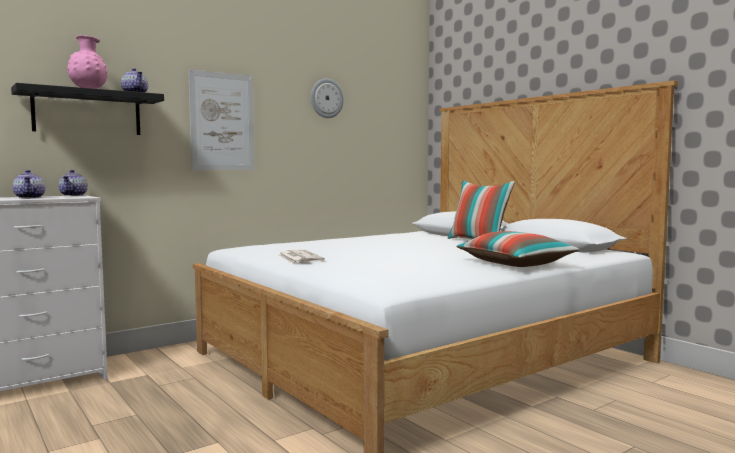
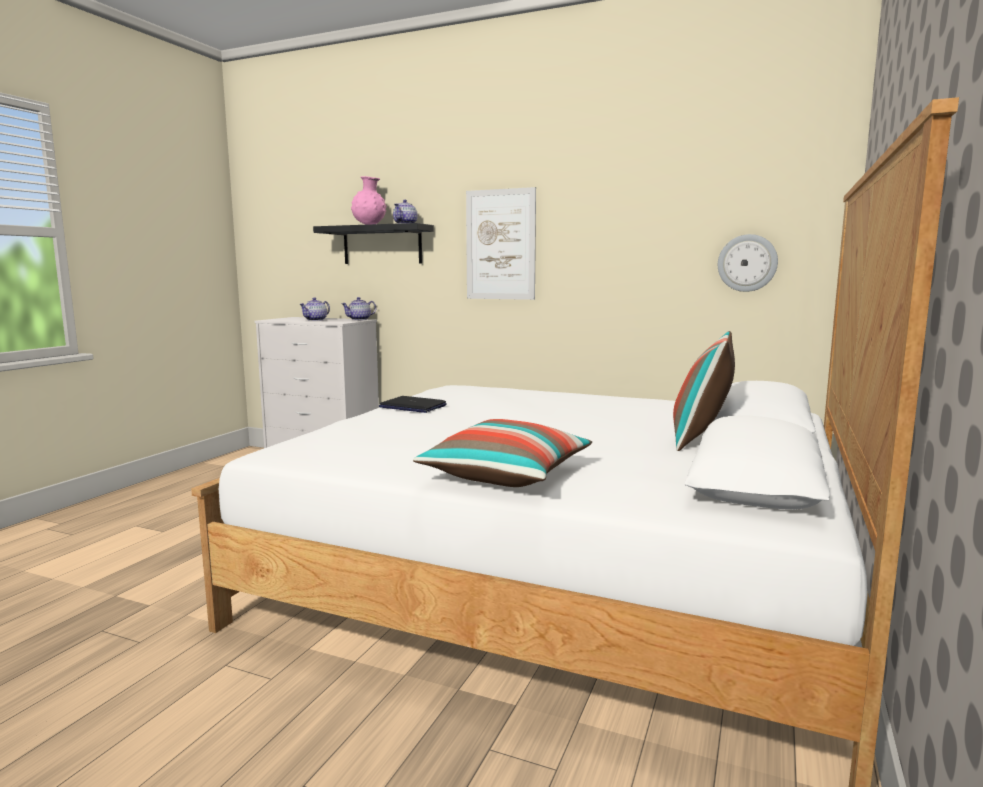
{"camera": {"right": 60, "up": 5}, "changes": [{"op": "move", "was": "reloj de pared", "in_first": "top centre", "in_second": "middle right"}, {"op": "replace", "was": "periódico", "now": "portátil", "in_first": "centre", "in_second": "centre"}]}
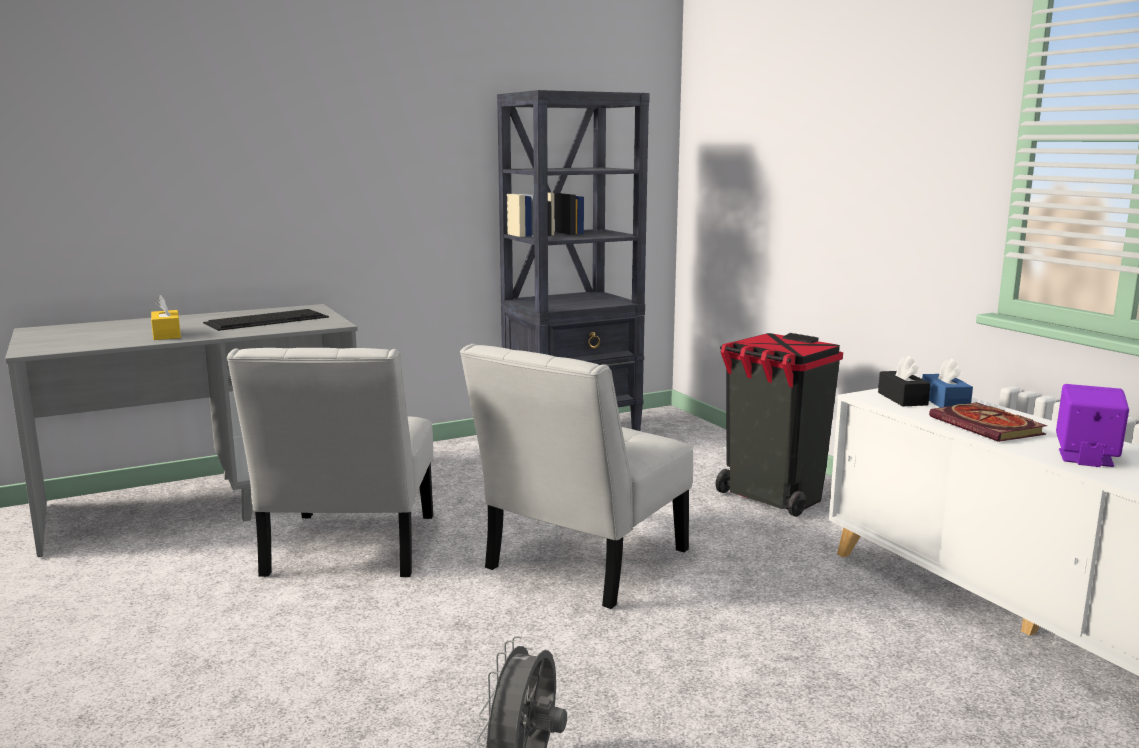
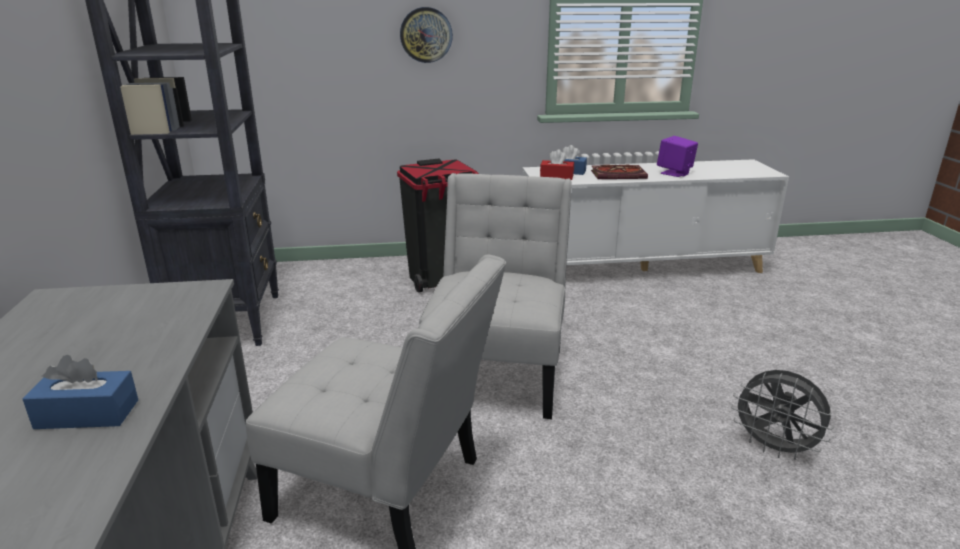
{"camera": {"right": -70, "up": 10}, "changes": [{"op": "delete", "was": "teclado", "in_first": "middle left"}, {"op": "insert", "now": "reloj de pared", "in_second": "top centre"}, {"op": "recolor", "was": "caja de pañuelos/amarillo", "now": "caja de pañuelos/azul (1st from left)", "in_first": "middle left", "in_second": "bottom left"}, {"op": "recolor", "was": "caja de pañuelos/negro", "now": "caja de pañuelos/rojo", "in_first": "middle right", "in_second": "top centre"}, {"op": "rotate", "was": "silla/blanco (2nd from left)", "in_first": "centre", "in_second": "centre", "clockwise": -135}]}
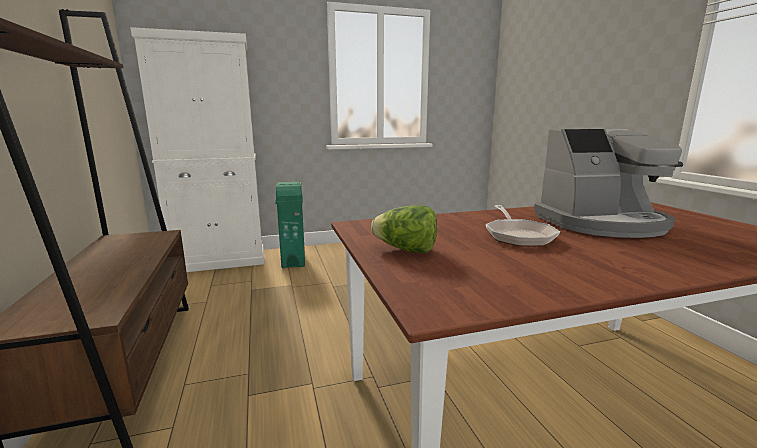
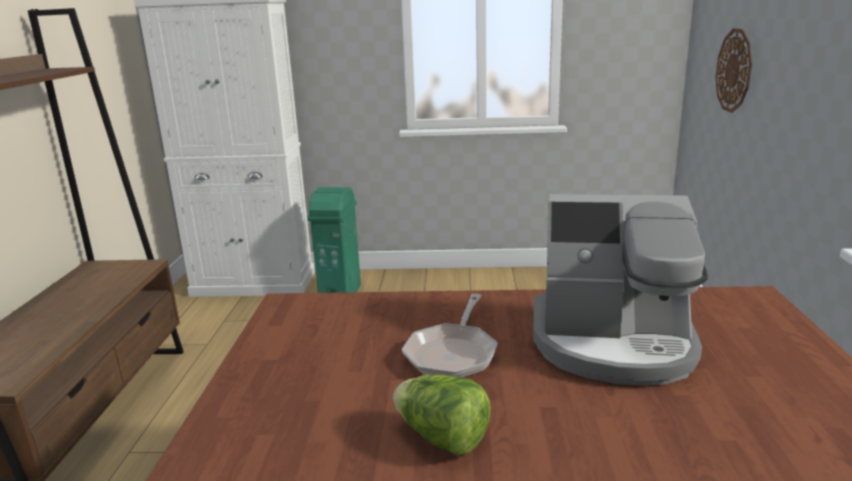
{"camera": {"right": 20, "up": 5}, "changes": [{"op": "insert", "now": "reloj de pared", "in_second": "top right"}, {"op": "move", "was": "lechuga", "in_first": "centre", "in_second": "bottom centre"}]}
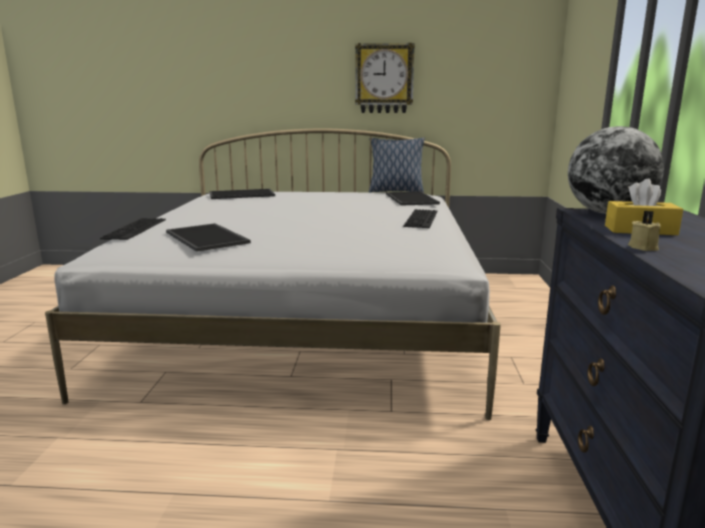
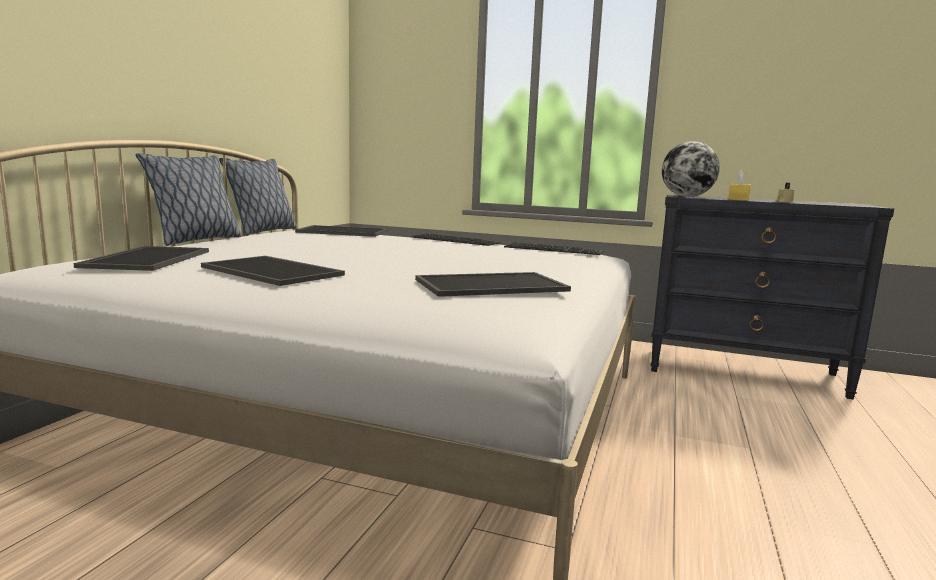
{"camera": {"right": -75, "up": -5}, "changes": [{"op": "delete", "was": "reloj de pared", "in_first": "top centre"}, {"op": "insert", "now": "cojín (1st from left)", "in_second": "middle left"}, {"op": "insert", "now": "bandeja (2nd from left)", "in_second": "middle left"}, {"op": "move", "was": "teclado (1st from left in the first image)", "now": "teclado (2nd from left)", "in_first": "middle left", "in_second": "centre"}]}
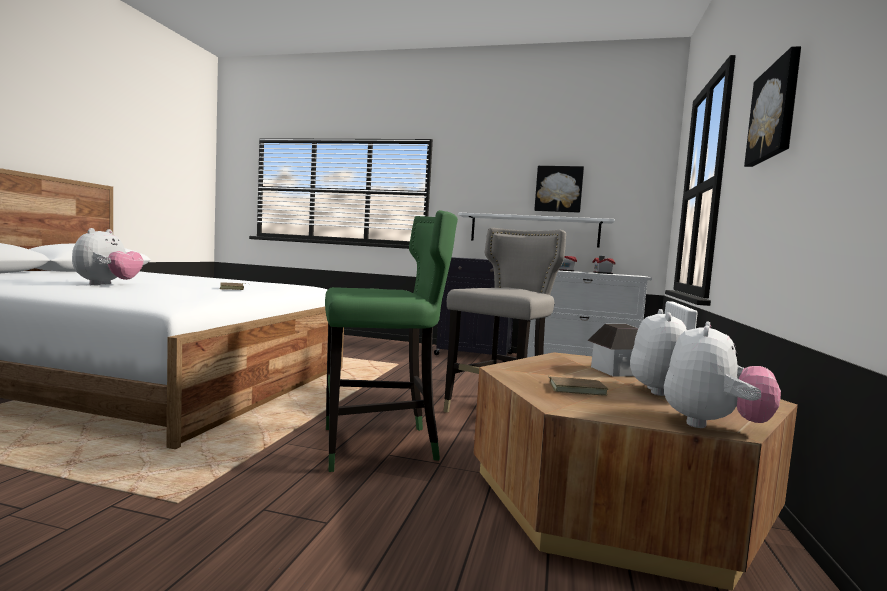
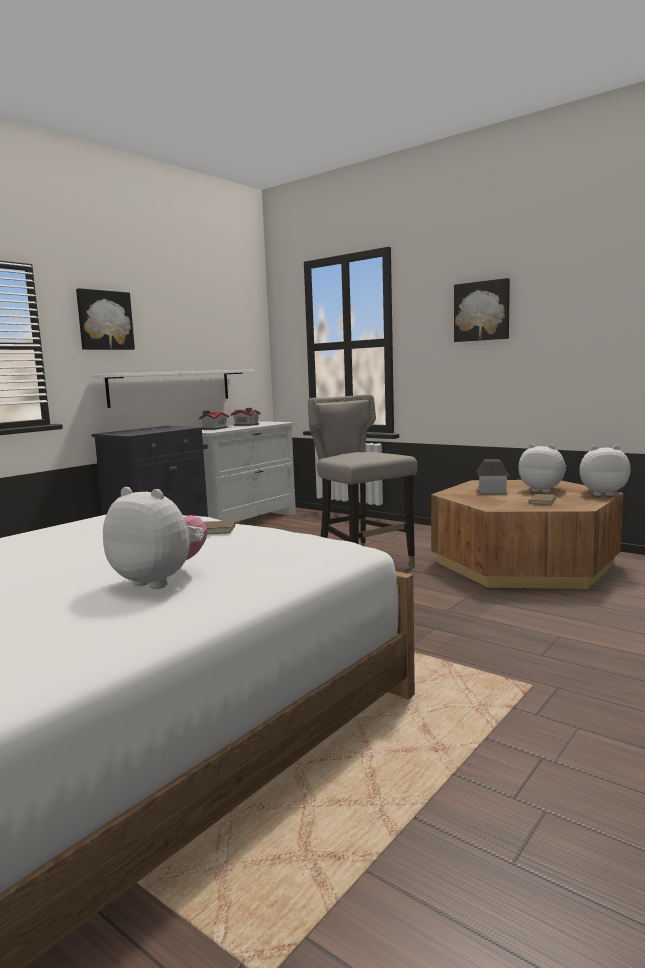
{"camera": {"right": -65, "up": 5}, "changes": [{"op": "delete", "was": "taburete/verde", "in_first": "centre"}, {"op": "move", "was": "cuadro (1st from left)", "in_first": "top centre", "in_second": "top left"}, {"op": "rotate", "was": "peluche (3rd from left)", "in_first": "middle right", "in_second": "middle right", "clockwise": -45}]}
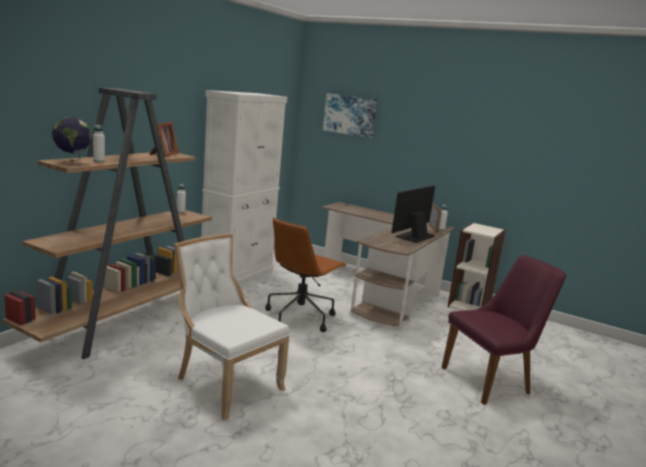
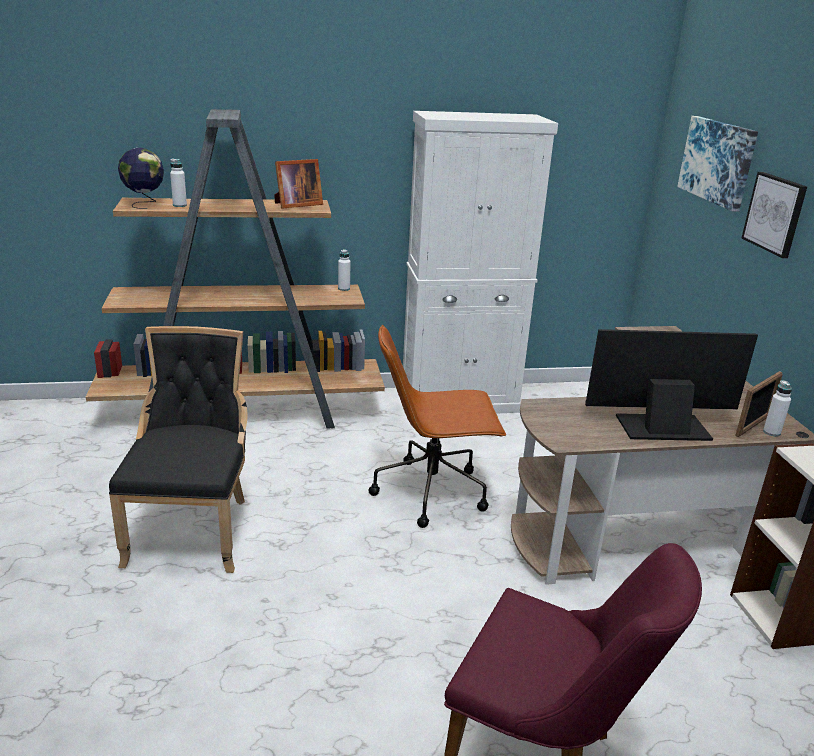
{"camera": {"right": 50, "up": 10}, "changes": [{"op": "insert", "now": "cuadro (2nd from left)", "in_second": "top right"}, {"op": "recolor", "was": "silla/blanco", "now": "silla/negro", "in_first": "bottom centre", "in_second": "middle left"}]}
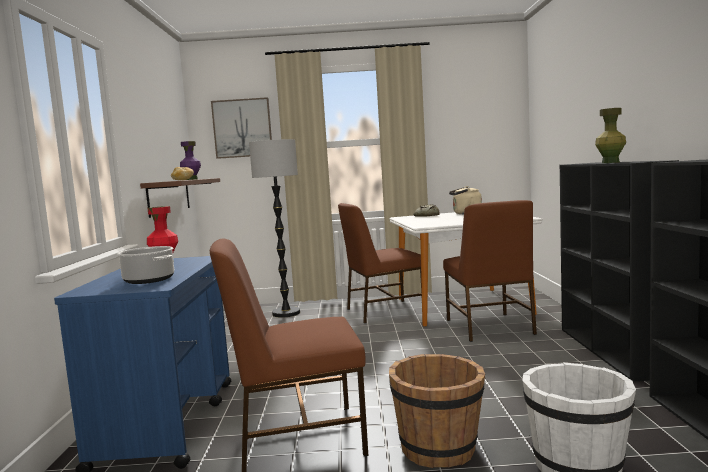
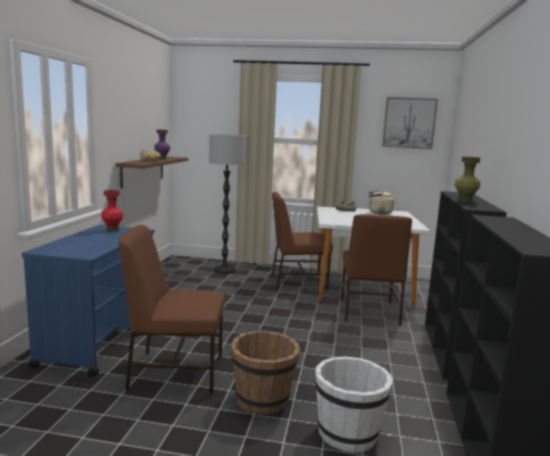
{"camera": {"right": 10, "up": 5}, "changes": [{"op": "delete", "was": "olla", "in_first": "middle left"}, {"op": "move", "was": "cuadro", "in_first": "top centre", "in_second": "top right"}]}
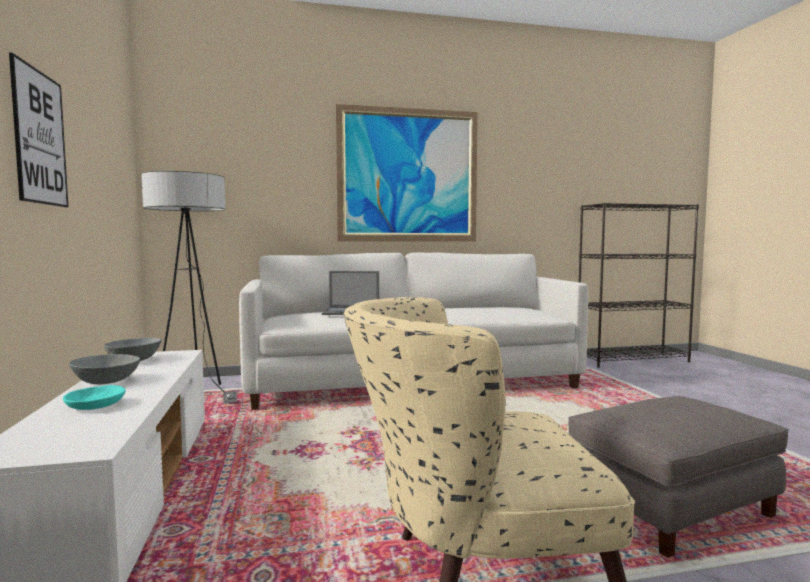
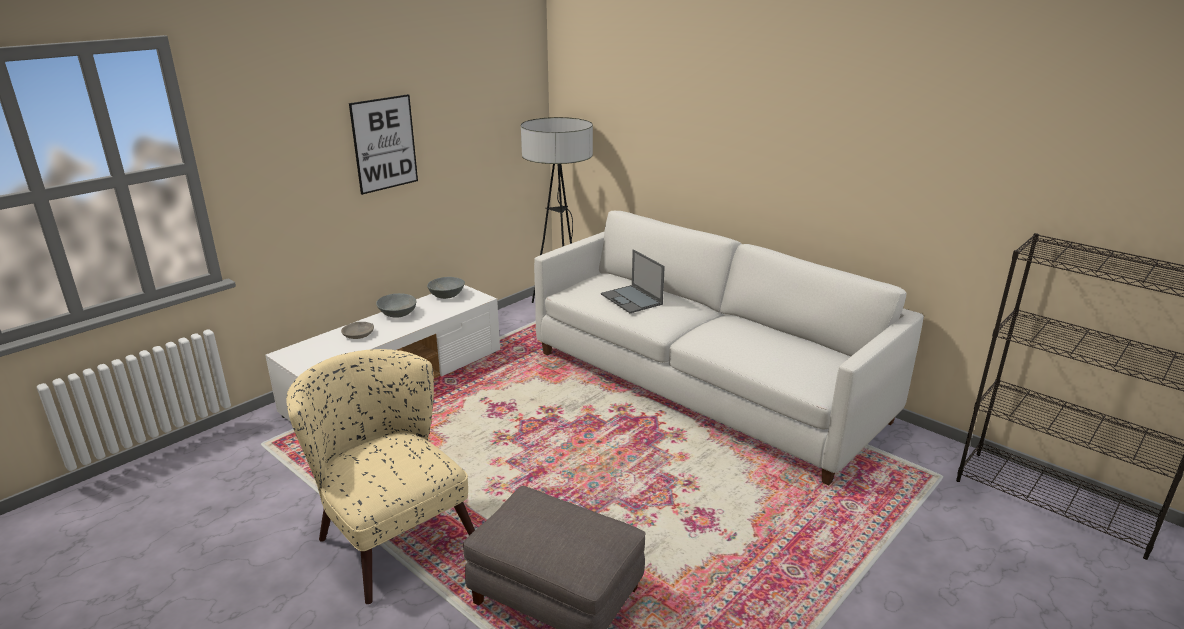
{"camera": {"right": 55, "up": 20}, "changes": [{"op": "delete", "was": "cuadro (2nd from left)", "in_first": "top centre"}, {"op": "recolor", "was": "cuenco/turquesa", "now": "cuenco/gris (1st from left)", "in_first": "bottom left", "in_second": "middle left"}]}
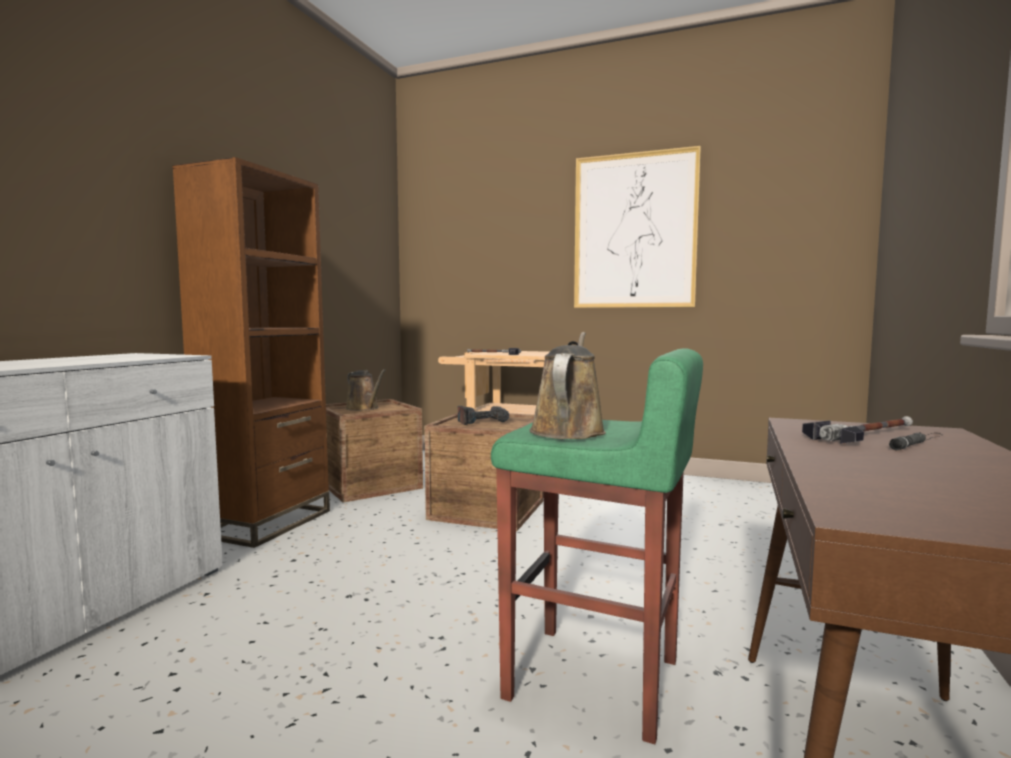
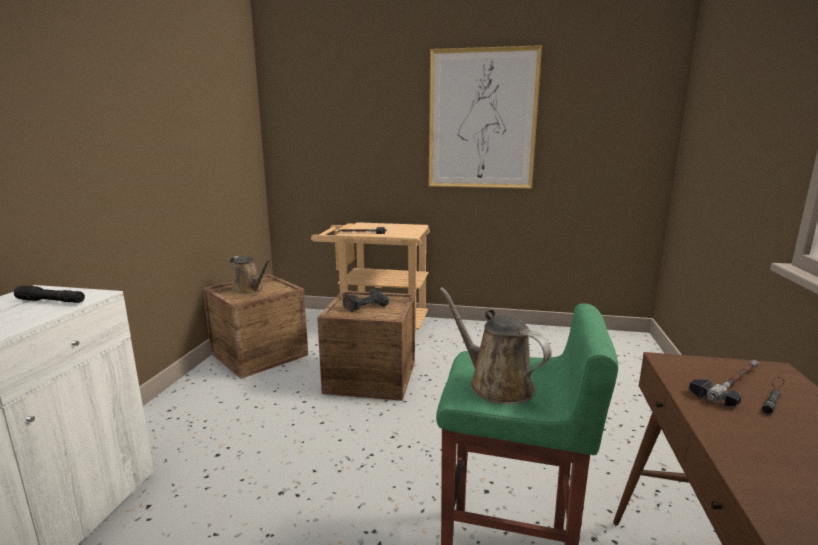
{"camera": {"right": -10, "up": 10}, "changes": [{"op": "delete", "was": "estantería/marrón", "in_first": "middle left"}, {"op": "insert", "now": "linterna/negro (1st from left)", "in_second": "middle left"}, {"op": "rotate", "was": "regadera/marrón (2nd from left)", "in_first": "centre", "in_second": "centre", "clockwise": -45}]}
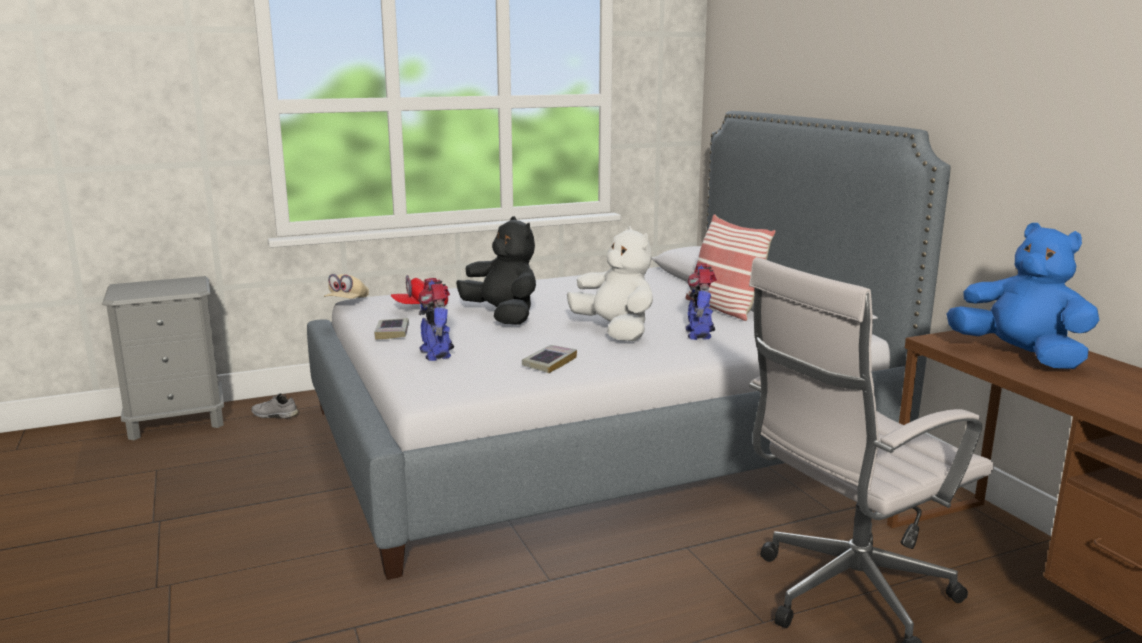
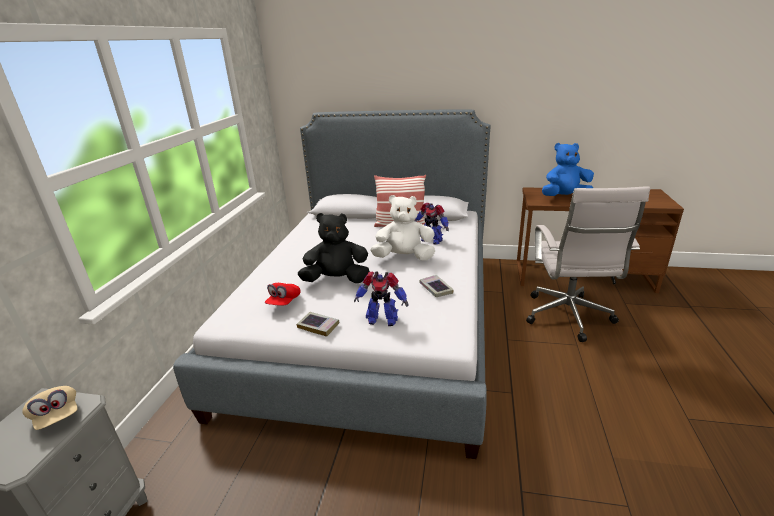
{"camera": {"right": -55, "up": 10}, "changes": [{"op": "delete", "was": "zapato/gris", "in_first": "middle left"}, {"op": "move", "was": "gorra/beis", "in_first": "middle left", "in_second": "bottom left"}]}
